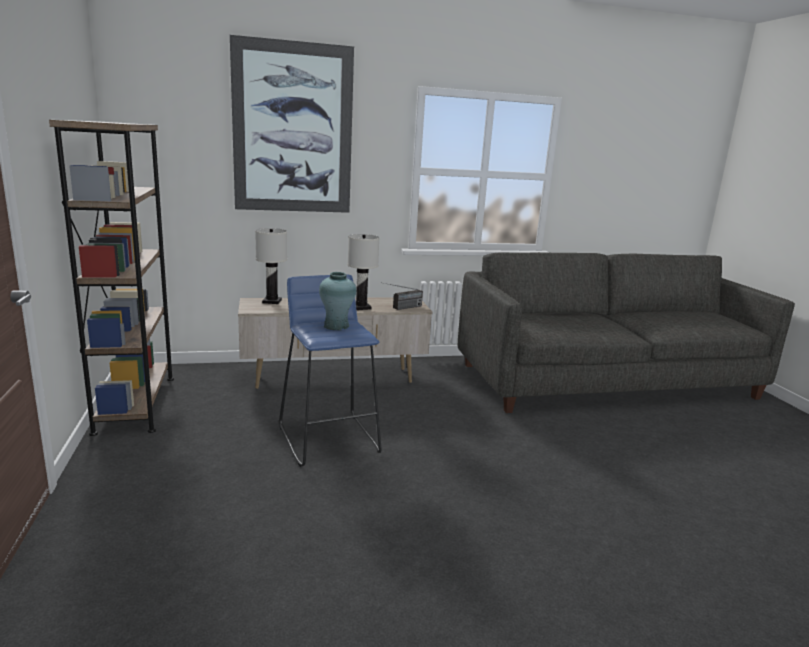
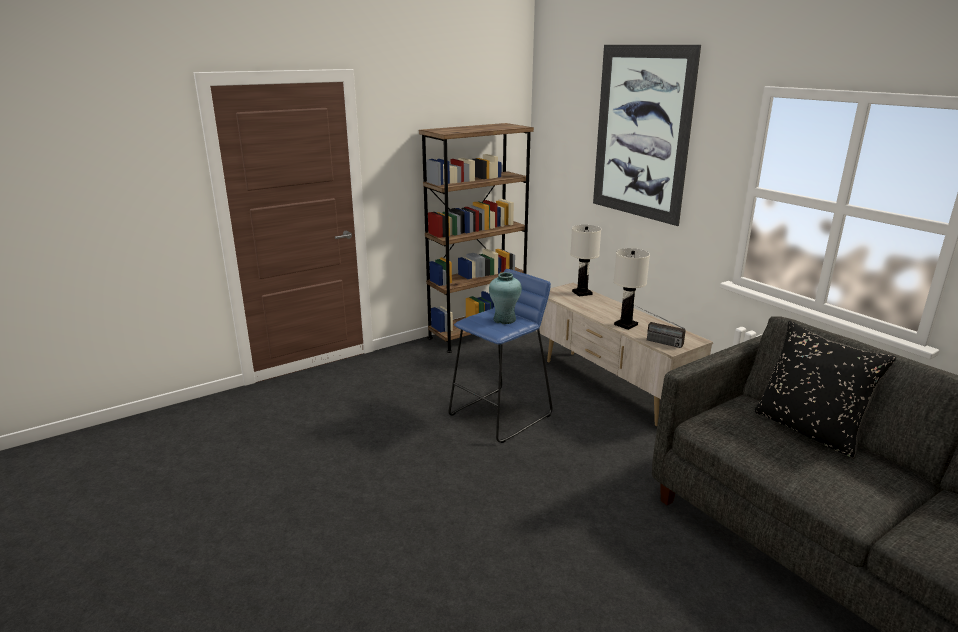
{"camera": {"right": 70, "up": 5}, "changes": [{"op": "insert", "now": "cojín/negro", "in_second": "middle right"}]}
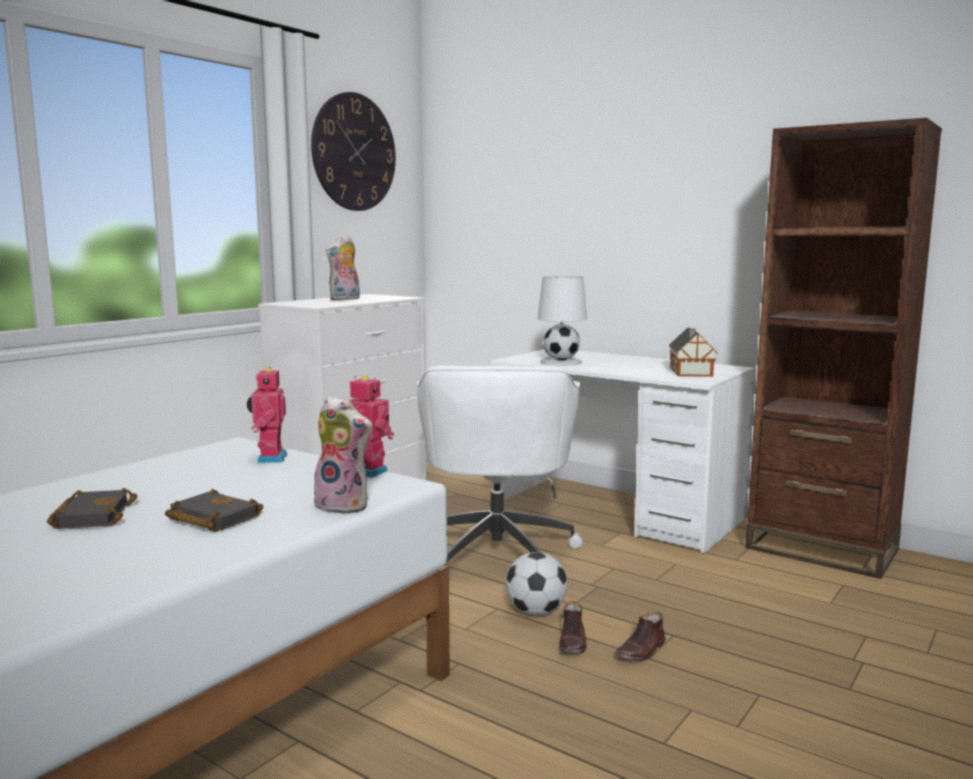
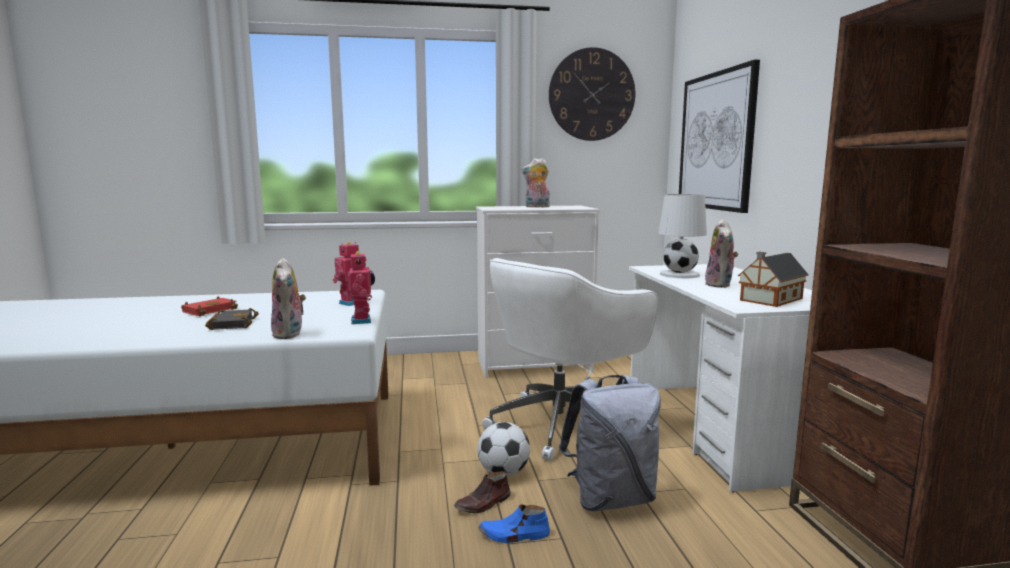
{"camera": {"right": 45, "up": 0}, "changes": [{"op": "insert", "now": "mochila/gris", "in_second": "bottom centre"}, {"op": "insert", "now": "cuadro", "in_second": "top right"}, {"op": "insert", "now": "peluche (3rd from left)", "in_second": "middle right"}, {"op": "recolor", "was": "libro/negro (1st from left)", "now": "libro/rojo", "in_first": "middle left", "in_second": "middle left"}, {"op": "recolor", "was": "zapato/marrón (2nd from left)", "now": "zapato/azul", "in_first": "bottom centre", "in_second": "bottom centre"}]}
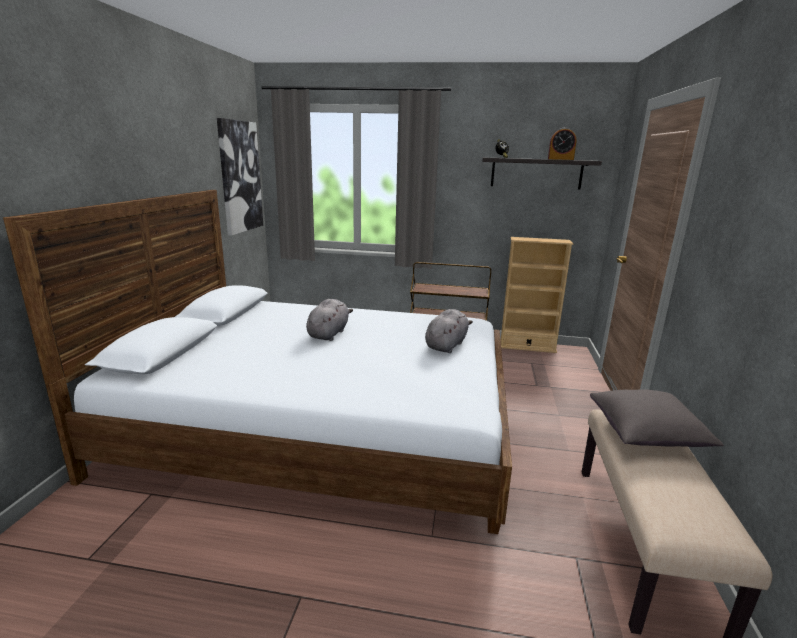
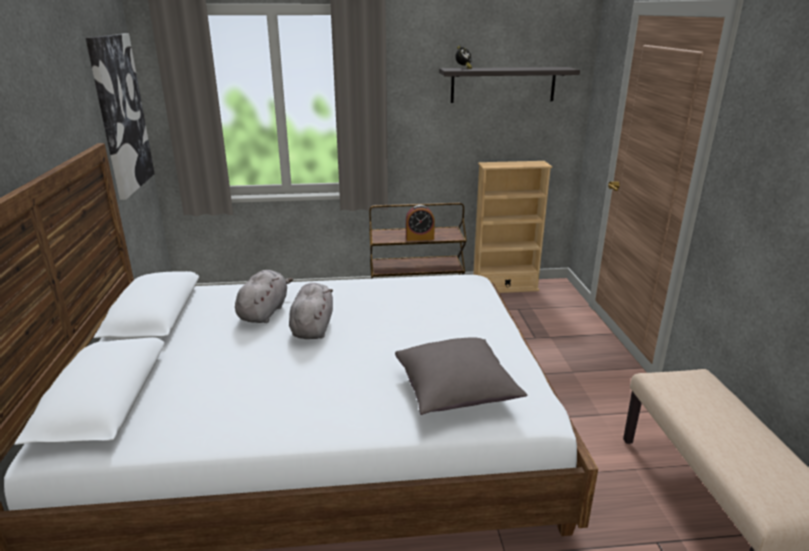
{"camera": {"right": -15, "up": 5}, "changes": [{"op": "move", "was": "peluche/gris (2nd from left in the first image)", "now": "peluche/gris (1st from left)", "in_first": "centre", "in_second": "middle left"}, {"op": "move", "was": "despertador (2nd from left in the first image)", "now": "despertador (1st from left)", "in_first": "top right", "in_second": "centre"}, {"op": "move", "was": "cojín/gris", "in_first": "middle right", "in_second": "bottom centre"}]}
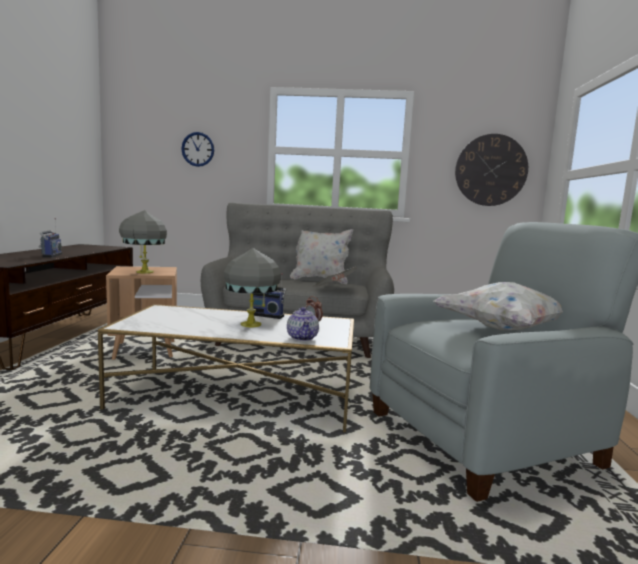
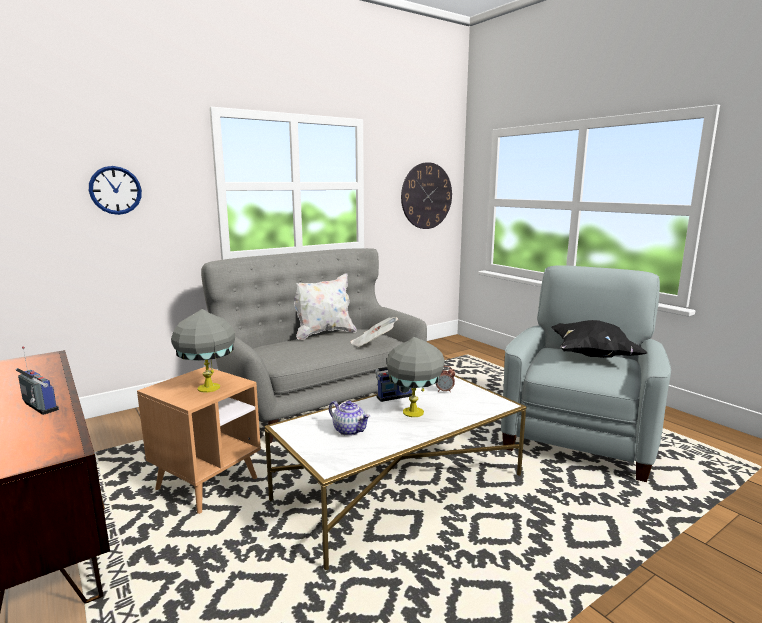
{"camera": {"right": -40, "up": 5}, "changes": [{"op": "move", "was": "tetera", "in_first": "centre", "in_second": "bottom centre"}, {"op": "recolor", "was": "cojín/blanco (2nd from left)", "now": "cojín/negro", "in_first": "middle right", "in_second": "middle right"}]}
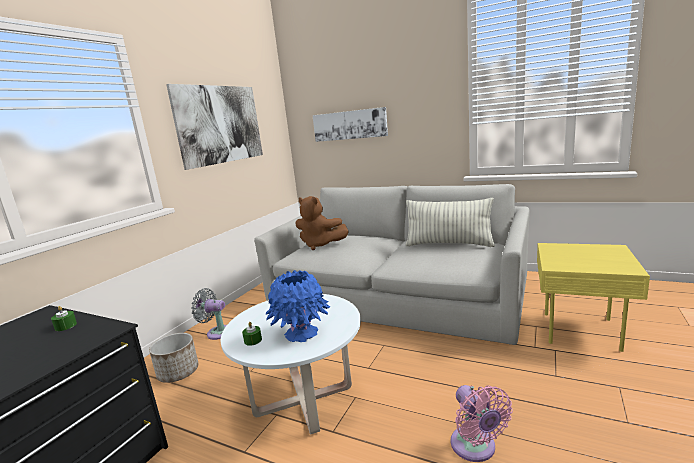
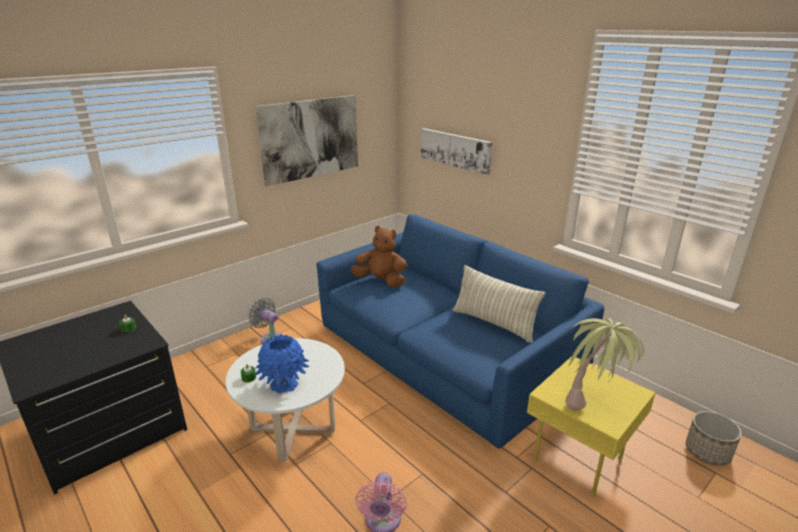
{"camera": {"right": 20, "up": 10}, "changes": [{"op": "insert", "now": "planta en maceta", "in_second": "bottom right"}, {"op": "move", "was": "maceta", "in_first": "bottom left", "in_second": "bottom right"}, {"op": "recolor", "was": "sofá/gris", "now": "sofá/azul", "in_first": "centre", "in_second": "centre"}, {"op": "rotate", "was": "peluche/marrón", "in_first": "centre", "in_second": "centre", "clockwise": 150}]}
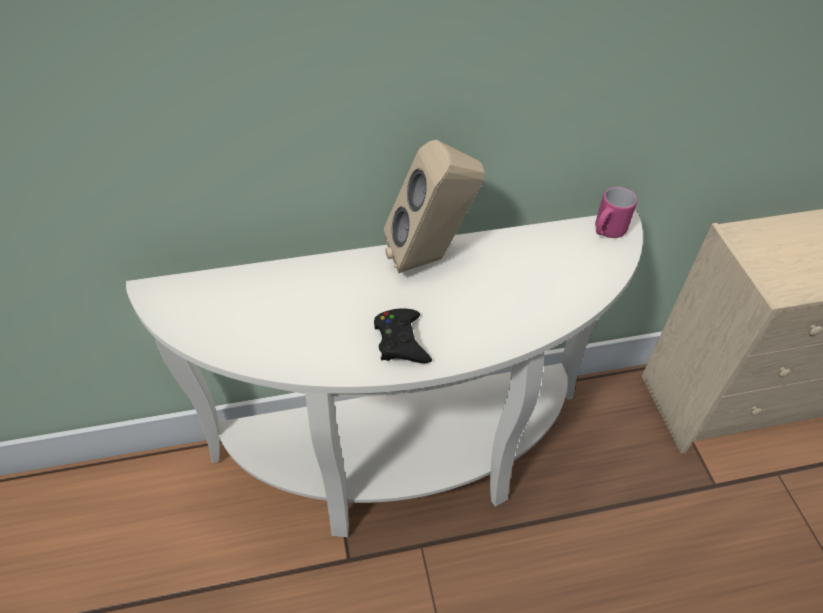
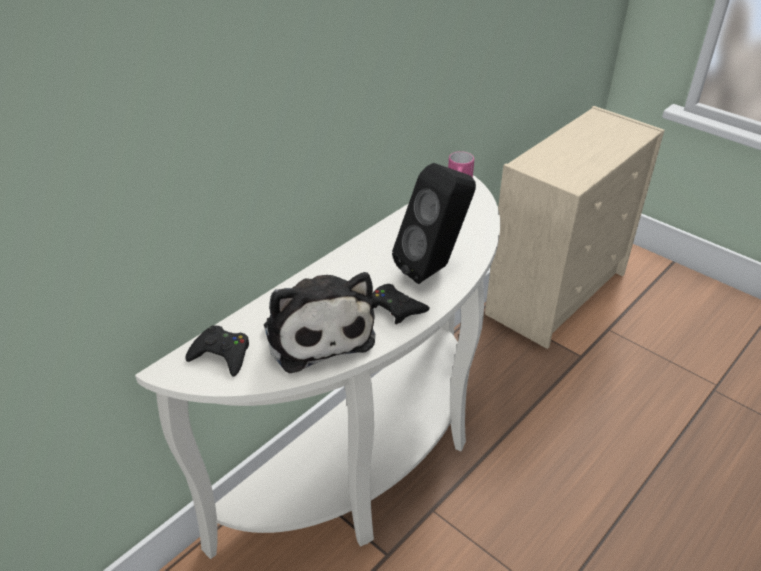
{"camera": {"right": -35, "up": -10}, "changes": [{"op": "delete", "was": "altavoz/beis", "in_first": "centre"}, {"op": "insert", "now": "mando de consola/negro (1st from left)", "in_second": "middle left"}, {"op": "insert", "now": "peluche", "in_second": "centre"}, {"op": "insert", "now": "altavoz/negro", "in_second": "centre"}]}
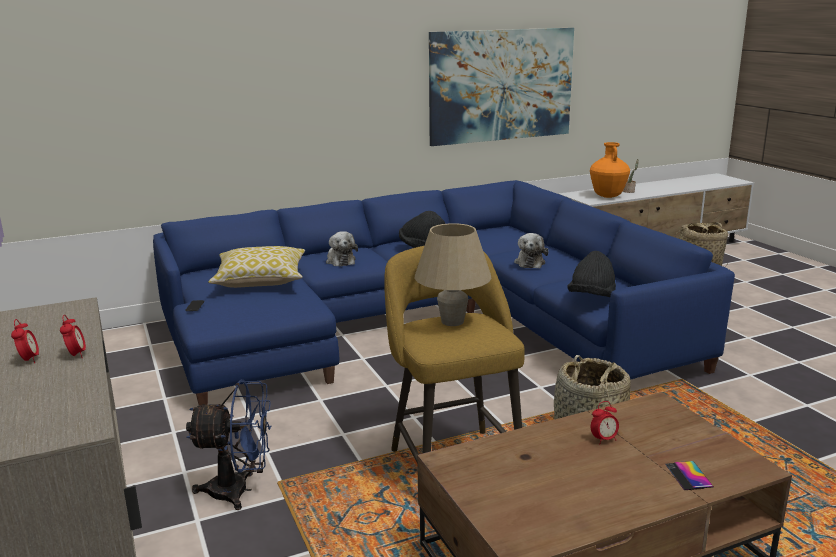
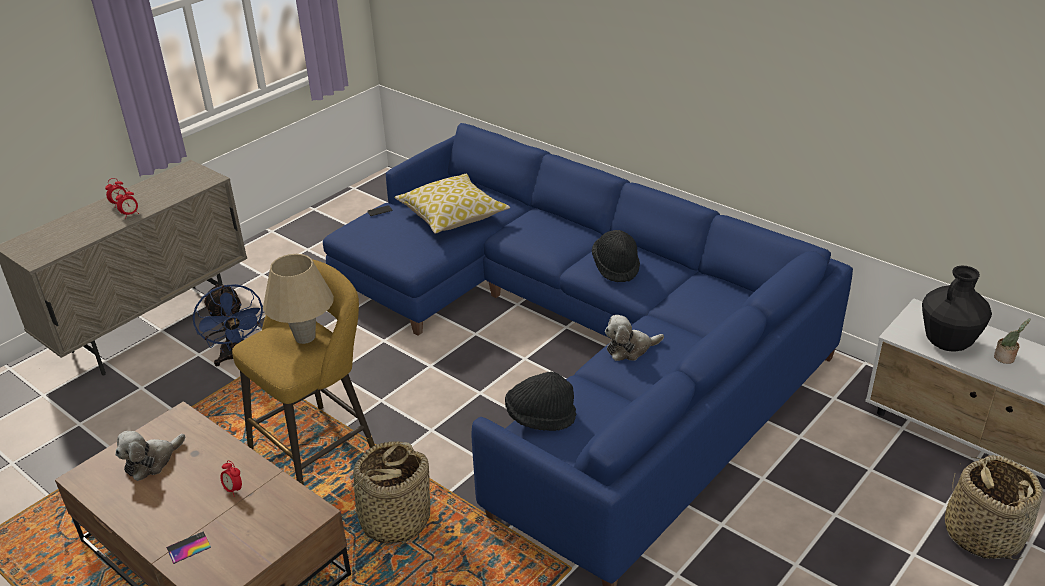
{"camera": {"right": 65, "up": 15}, "changes": [{"op": "delete", "was": "cuadro", "in_first": "top centre"}, {"op": "move", "was": "peluche (1st from left)", "in_first": "centre", "in_second": "bottom left"}, {"op": "recolor", "was": "florero/naranja", "now": "florero/negro", "in_first": "top right", "in_second": "middle right"}]}
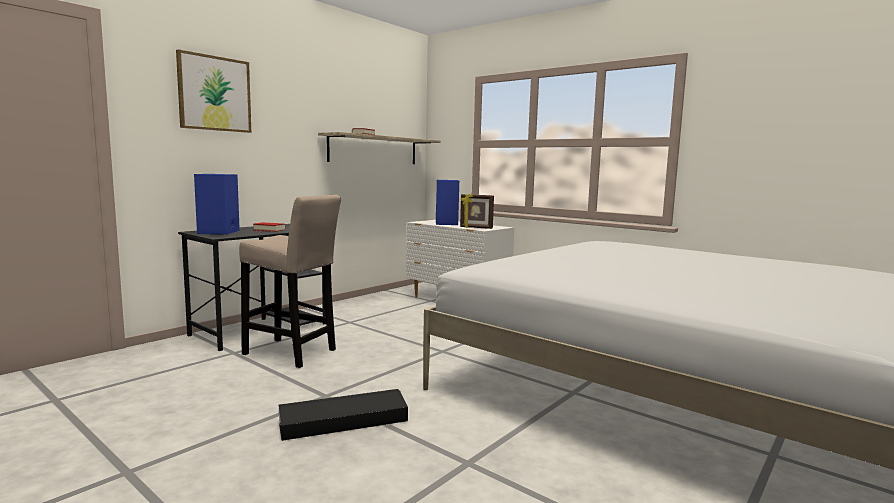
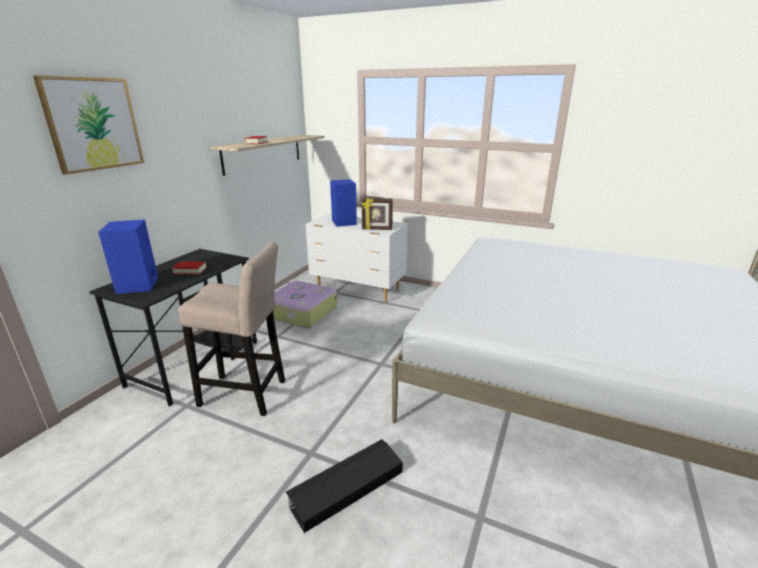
{"camera": {"right": -15, "up": 15}, "changes": [{"op": "insert", "now": "maleta", "in_second": "centre"}]}
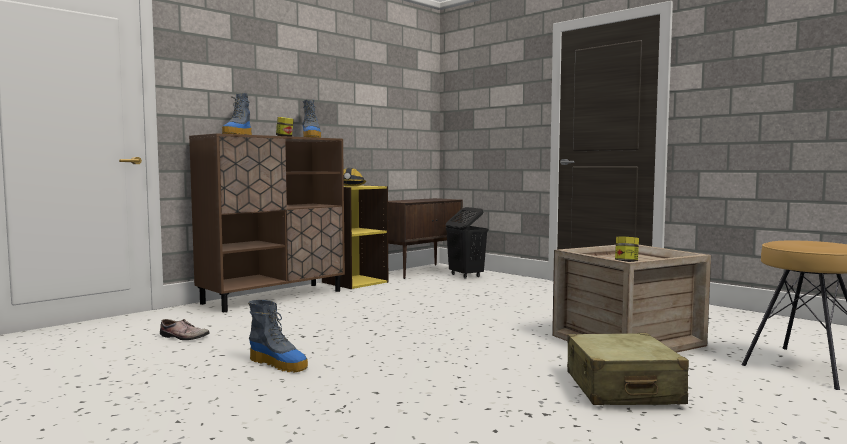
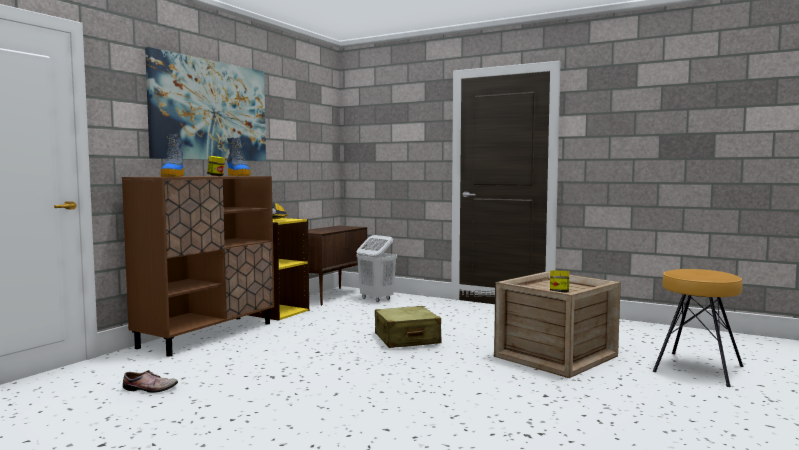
{"camera": {"right": -15, "up": 0}, "changes": [{"op": "delete", "was": "bota (2nd from left)", "in_first": "bottom left"}, {"op": "insert", "now": "cuadro", "in_second": "top left"}, {"op": "move", "was": "maleta/beis", "in_first": "bottom right", "in_second": "bottom centre"}, {"op": "recolor", "was": "cesto de la ropa/negro", "now": "cesto de la ropa/blanco", "in_first": "centre", "in_second": "centre"}]}
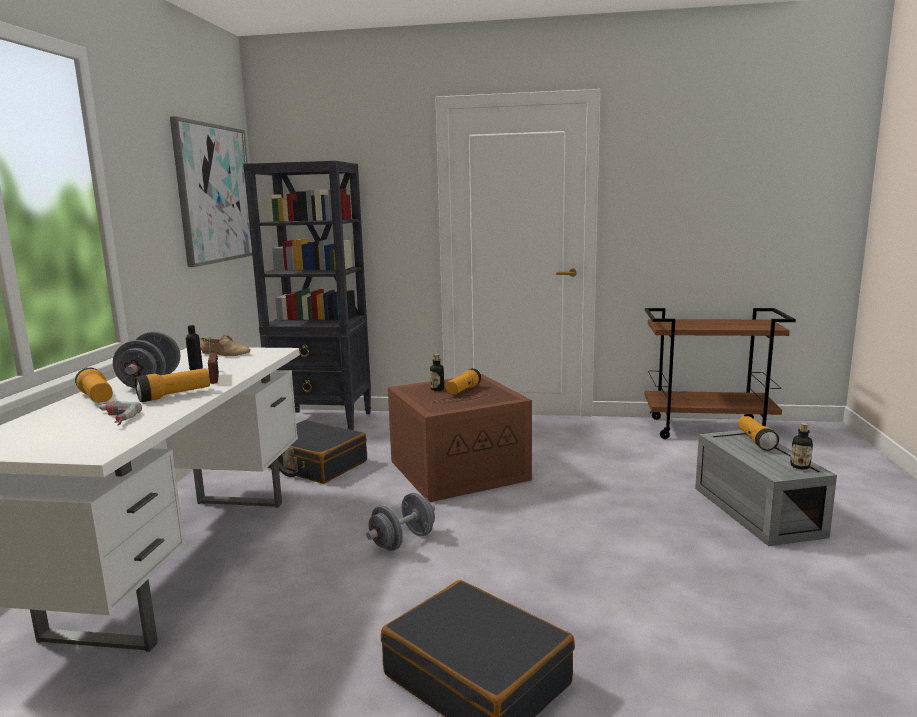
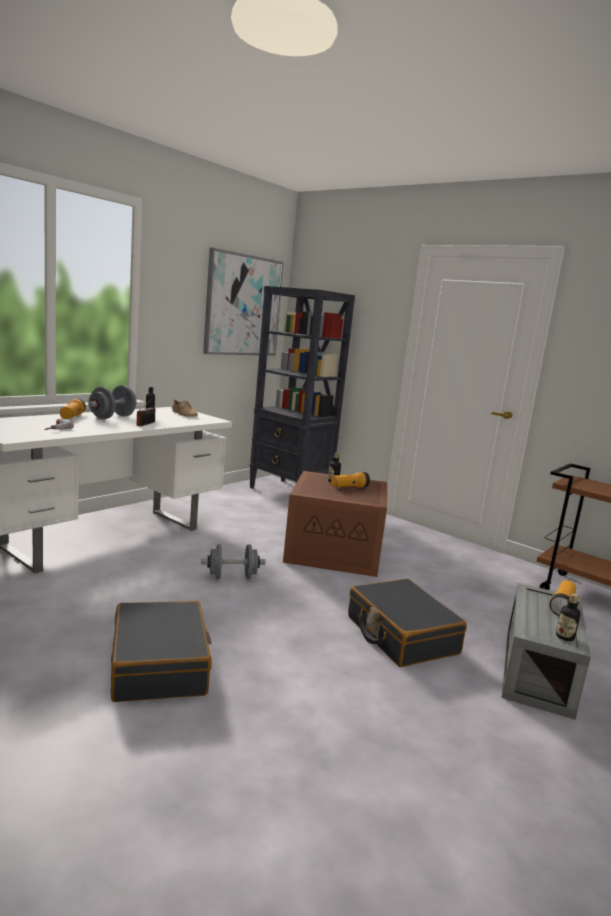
{"camera": {"right": 30, "up": 0}, "changes": [{"op": "delete", "was": "linterna (2nd from left)", "in_first": "middle left"}, {"op": "move", "was": "maleta/negro (1st from left in the first image)", "now": "maleta/negro (2nd from left)", "in_first": "centre", "in_second": "bottom centre"}]}
